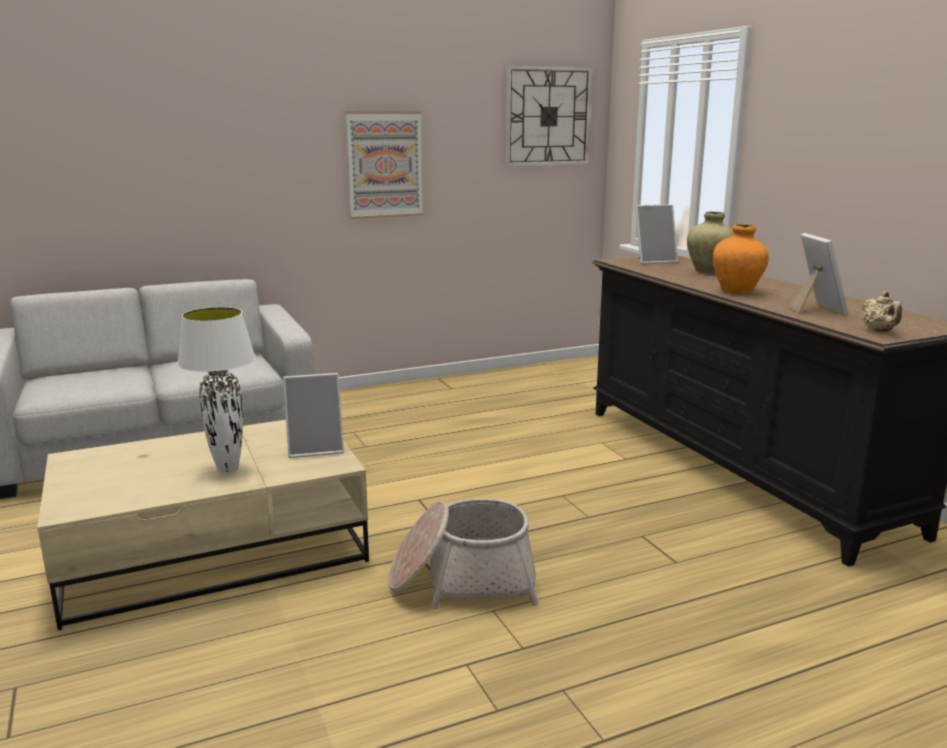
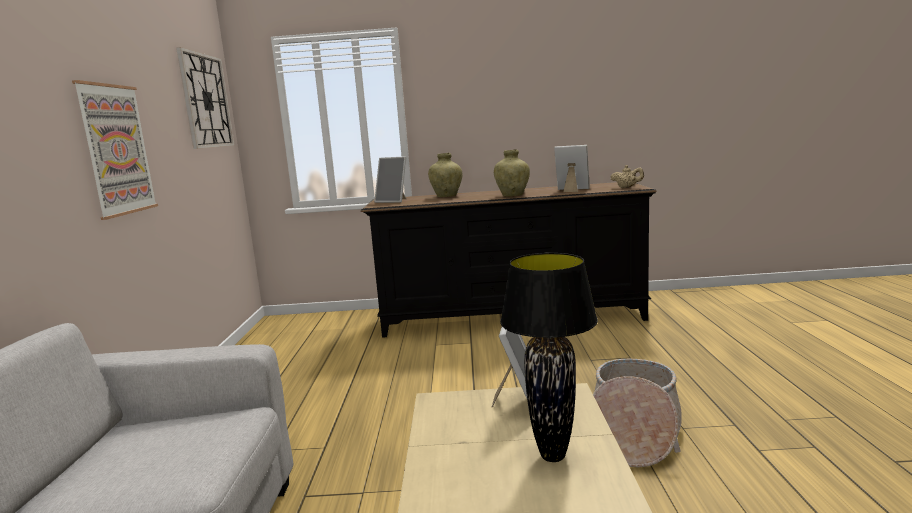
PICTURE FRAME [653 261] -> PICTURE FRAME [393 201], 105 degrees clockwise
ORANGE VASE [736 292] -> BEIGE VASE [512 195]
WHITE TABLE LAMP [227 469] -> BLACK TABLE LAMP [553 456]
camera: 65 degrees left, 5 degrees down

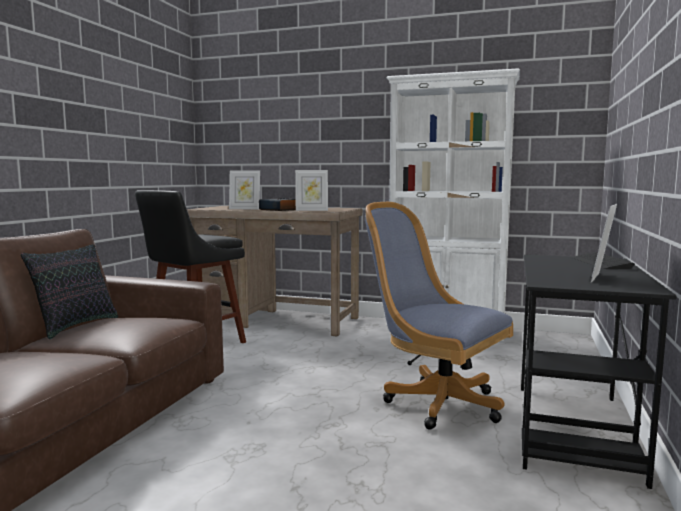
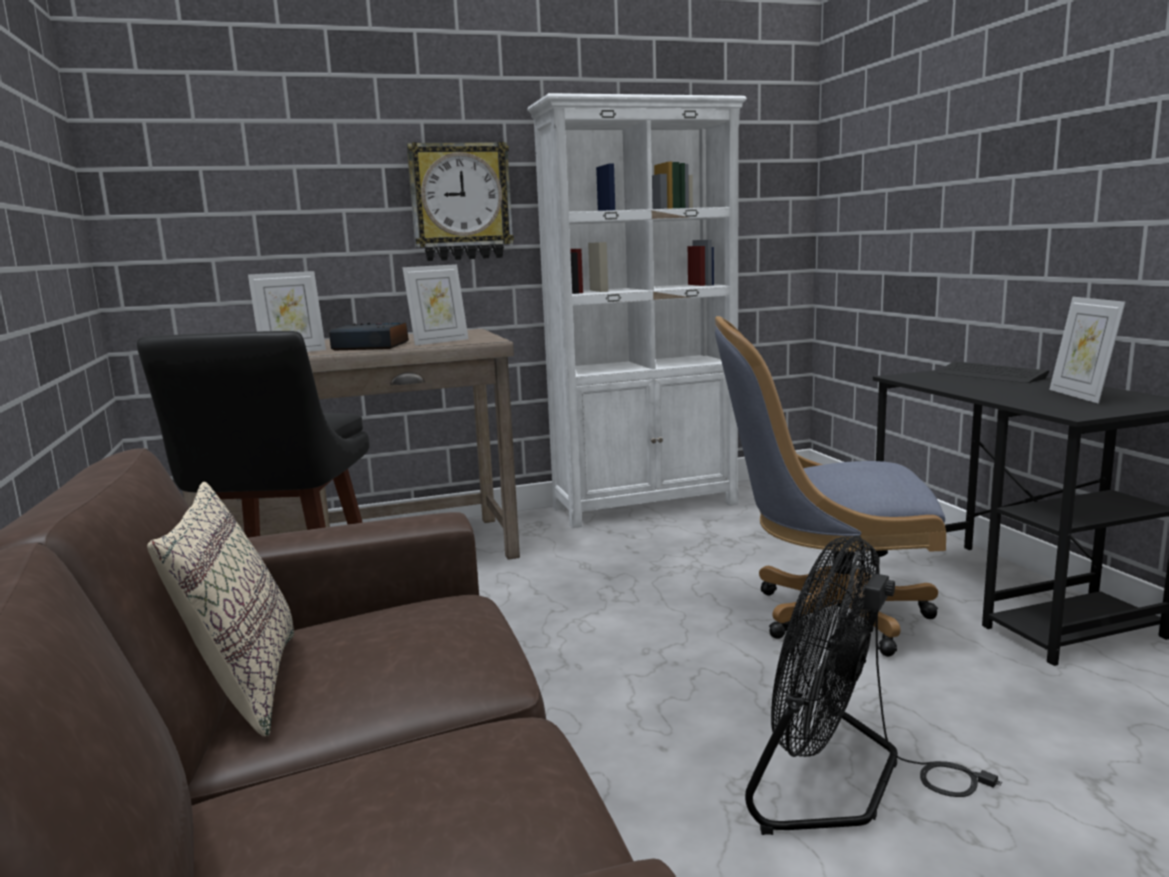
BLACK PILLOW [76 326] -> BEIGE PILLOW [248 686]
none -> WALL CLOCK [460 202]
none -> BLACK FAN [850 775]
camera: 35 degrees left, 5 degrees up

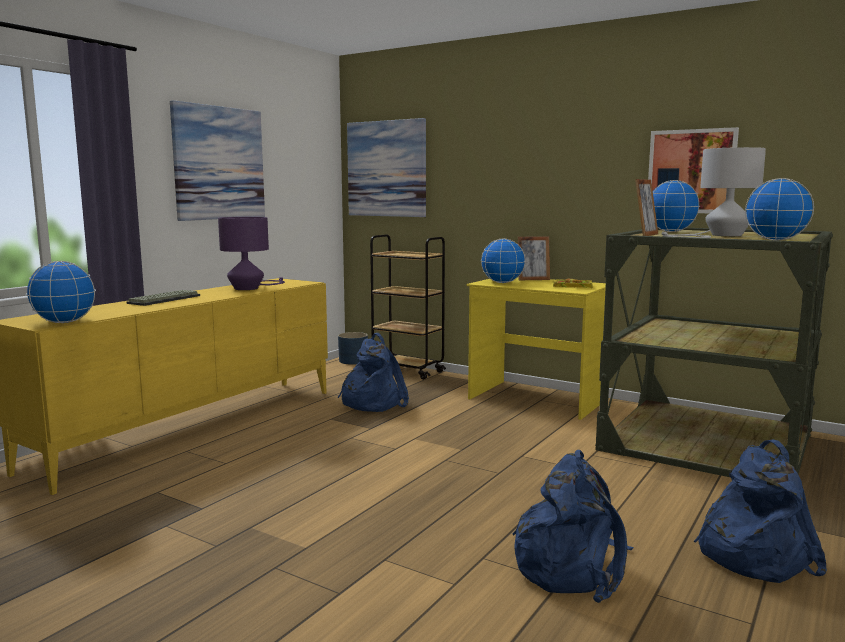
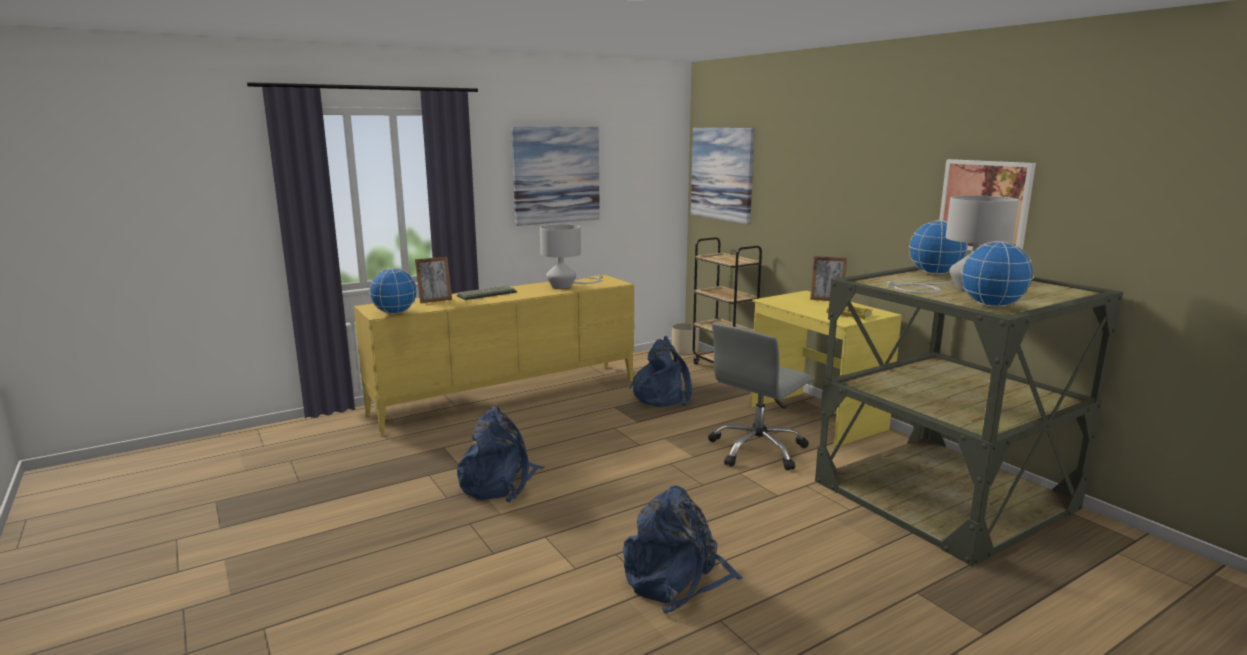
PICTURE FRAME [645 235] -> PICTURE FRAME [435 300], move
BLUE BACKPACK [751 554] -> BLUE BACKPACK [499 483], move
PURPLE TABLE LAMP [255 286] -> GREY TABLE LAMP [571 284]
BLUE PLANTER [353 361] -> BEIGE PLANTER [685 350]
none -> GREY OFFICE CHAIR [757 450]
GLOBE [502 283] -> none
camera: 25 degrees right, 5 degrees up

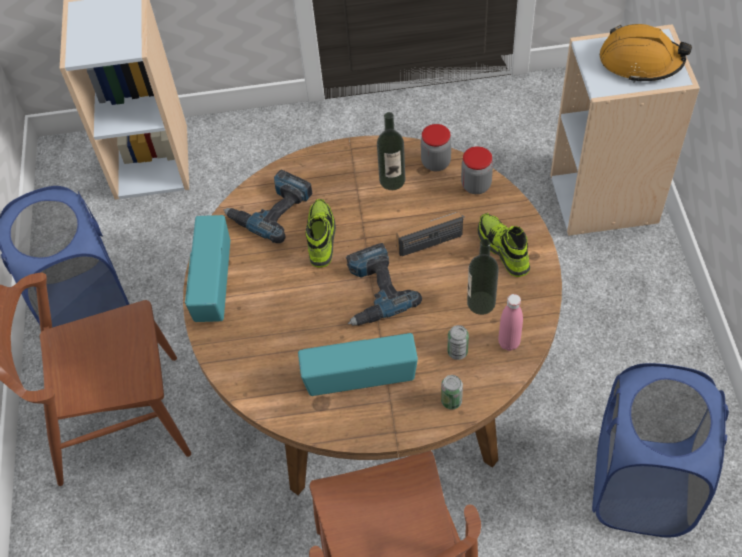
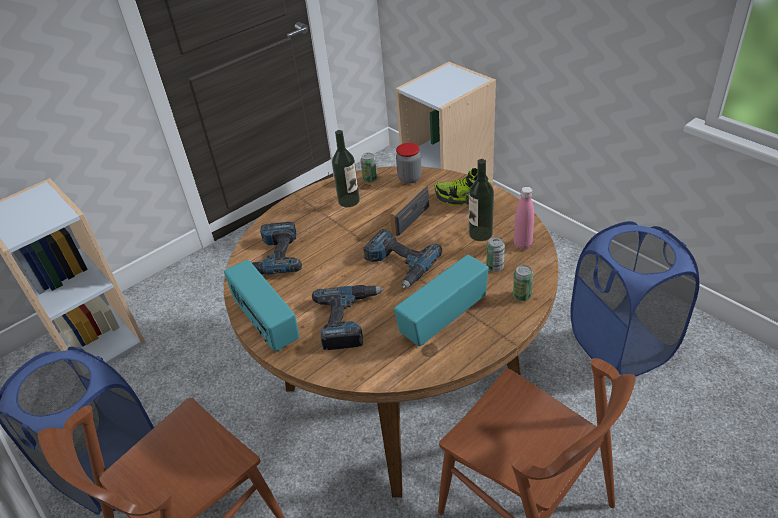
none -> POWER DRILL [349 320]
JAR [436 162] -> CAN [370 179]
SHOE [320 238] -> none
ORANGE HARD HAT [640 61] -> none
camera: 35 degrees left, 15 degrees down

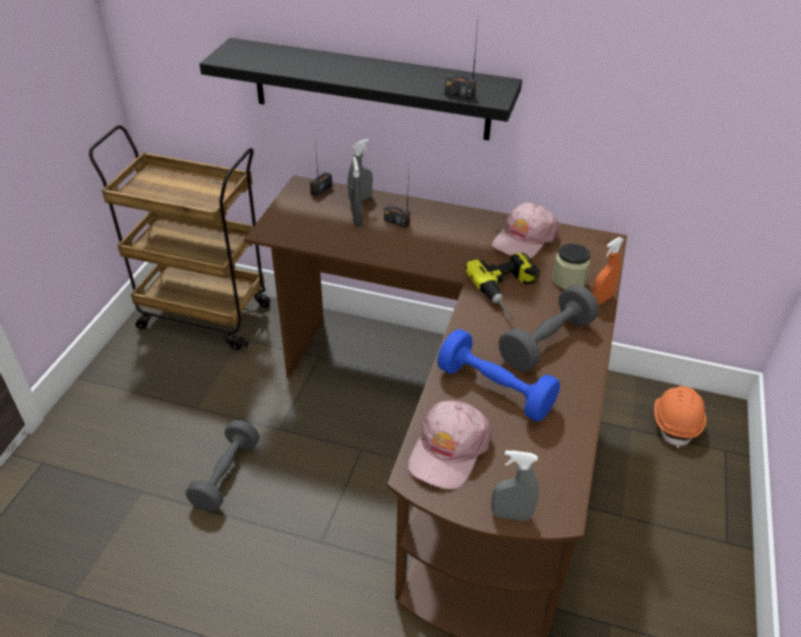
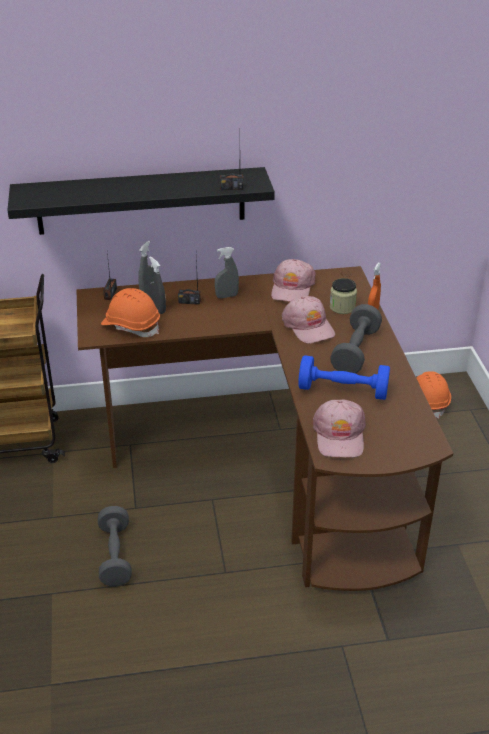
none -> ORANGE HARD HAT [131 326]
GREY SPRAY BOTTLE [511 515] -> GREY SPRAY BOTTLE [226 296], move
POWER DRILL [510 291] -> PINK CAP [308 326]
camera: 25 degrees left, 5 degrees down

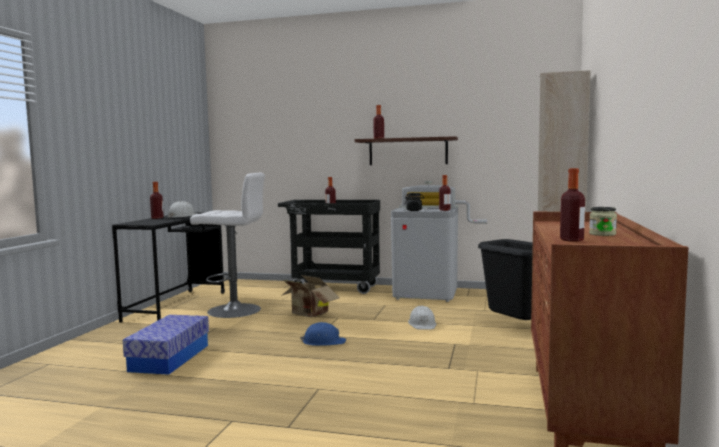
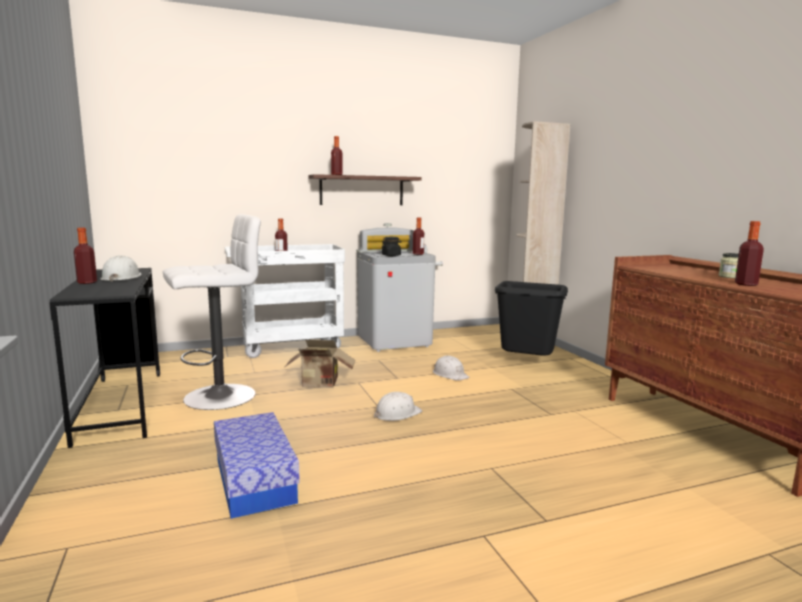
BLACK CART [332 288] -> WHITE CART [287 349]
BLUE HARD HAT [323 342] -> WHITE HARD HAT [397 413]
camera: 35 degrees left, 5 degrees up

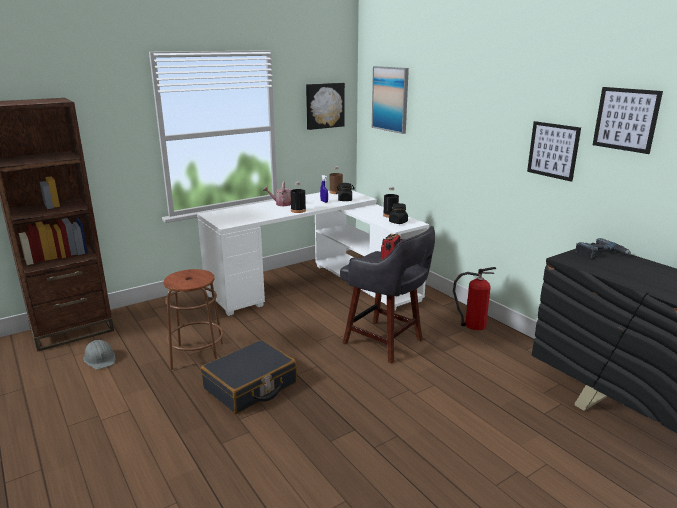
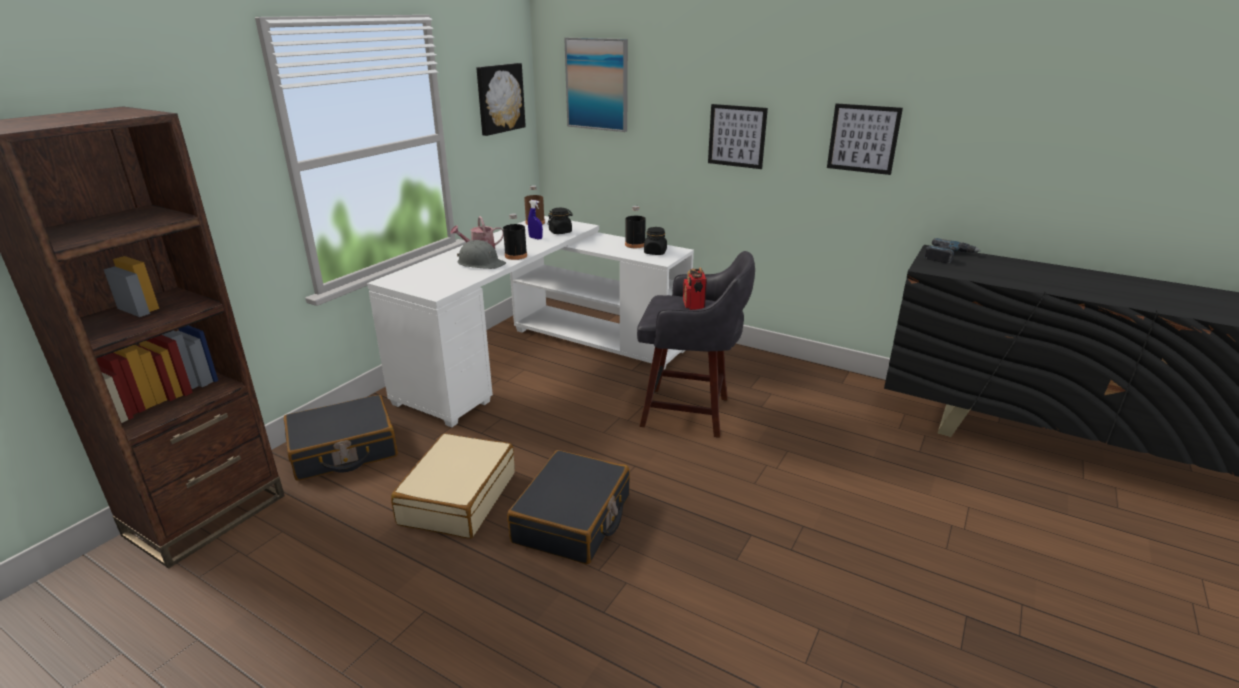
none -> BLACK SUITCASE [344 450]
BROWN STOOL [197 356] -> BEIGE SUITCASE [458 498]
GREY HARD HAT [100 359] -> GREY HARD HAT [480 263], move
PICTURE [626 119] -> PICTURE [737 136], move
FIRE EXTINGUISHER [473 325] -> none
camera: 25 degrees left, 5 degrees up

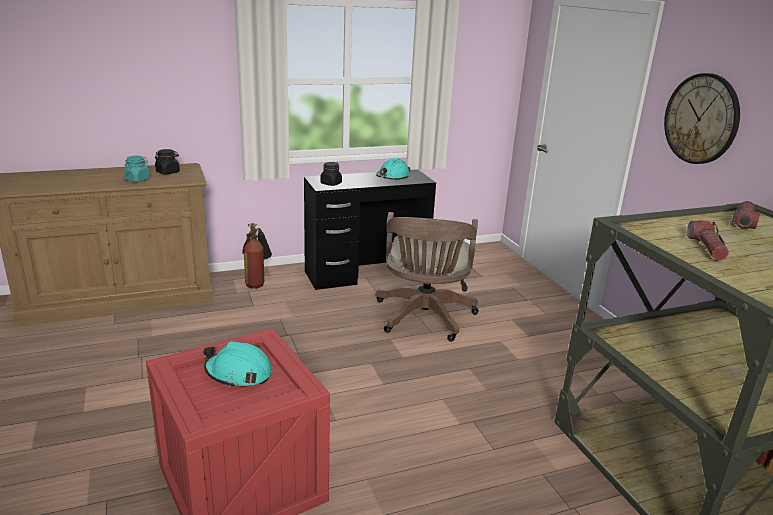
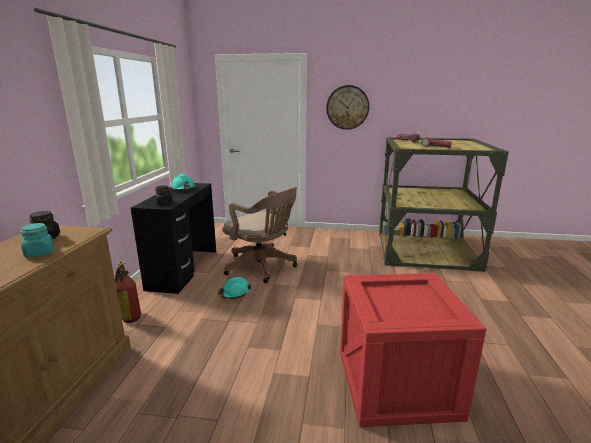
TURQUOISE HARD HAT [239 373] -> TURQUOISE HARD HAT [234 293], move
camera: 60 degrees left, 5 degrees down

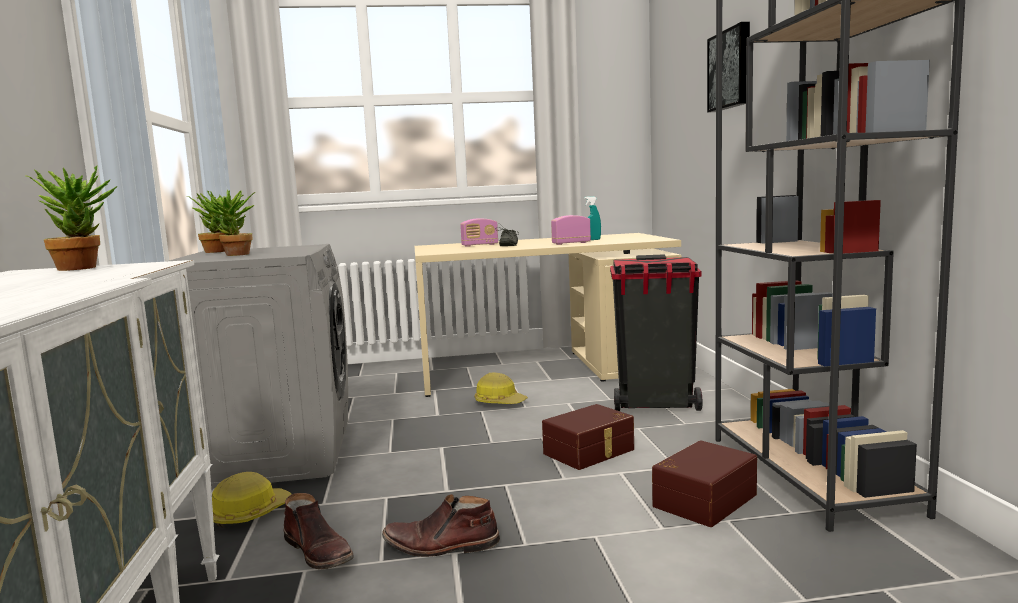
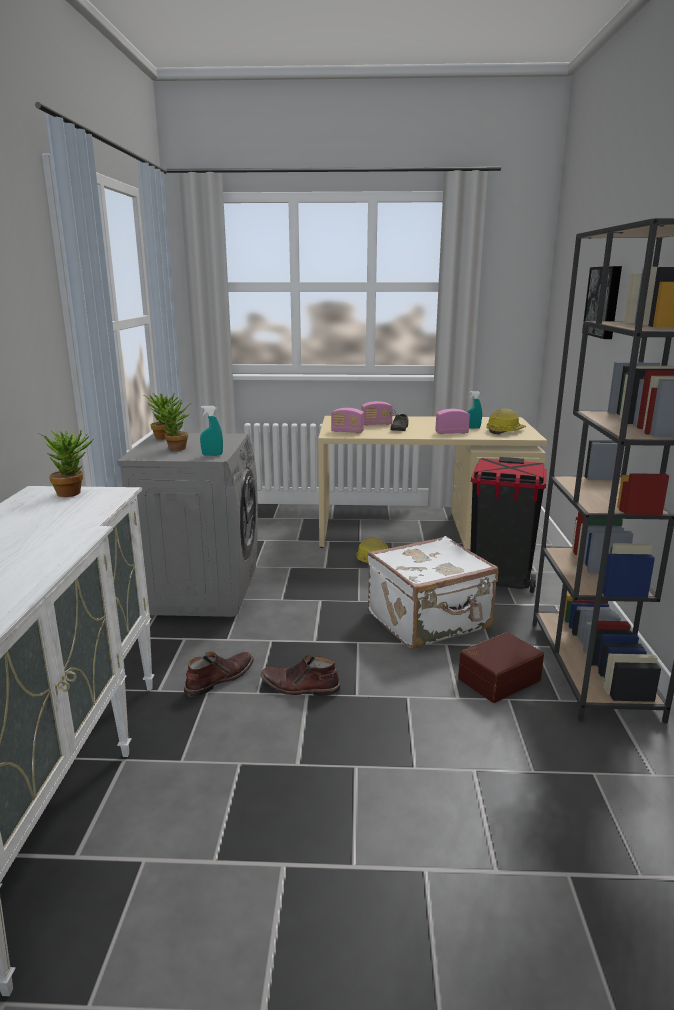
BROWN BOOT [319 552] -> BROWN BOOT [219 679], 105 degrees counterclockwise
none -> TURQUOISE SPRAY BOTTLE [212 455]
none -> RADIO [347 432]
BROWN STORAGE BOX [590 452] -> WHITE SUITCASE [430 621]
HARD HAT [250 513] -> HARD HAT [504 431], move
camera: 10 degrees right, 10 degrees up

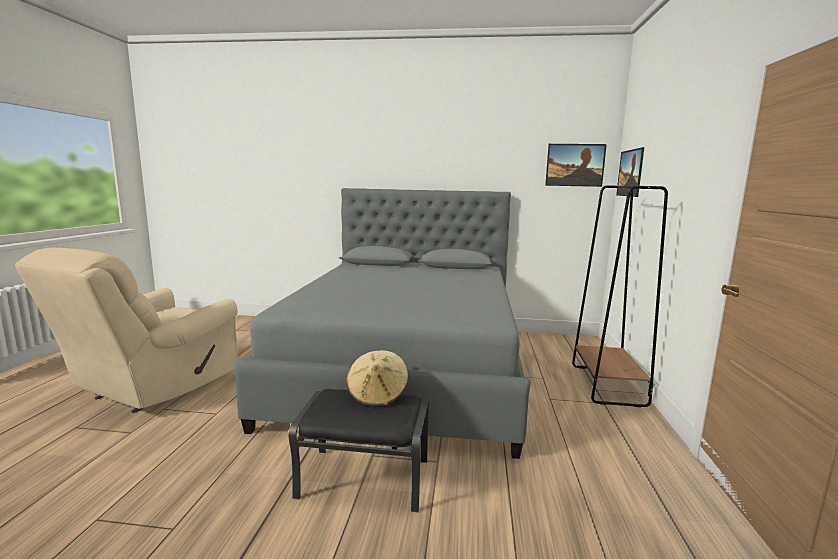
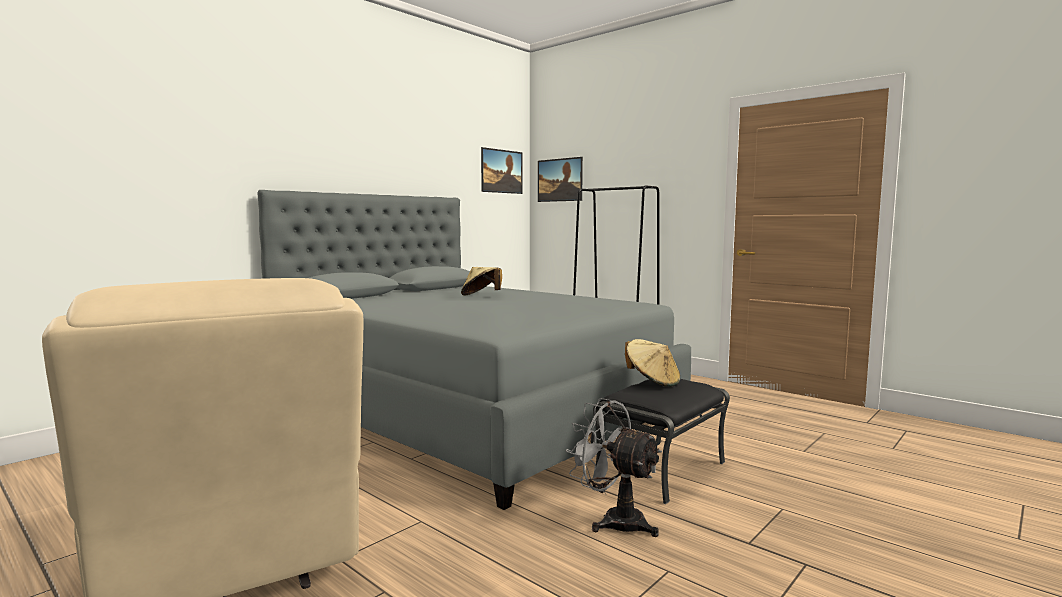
none -> BEIGE HAT [481 296]
none -> GREY FAN [614 520]
camera: 55 degrees left, 5 degrees down

